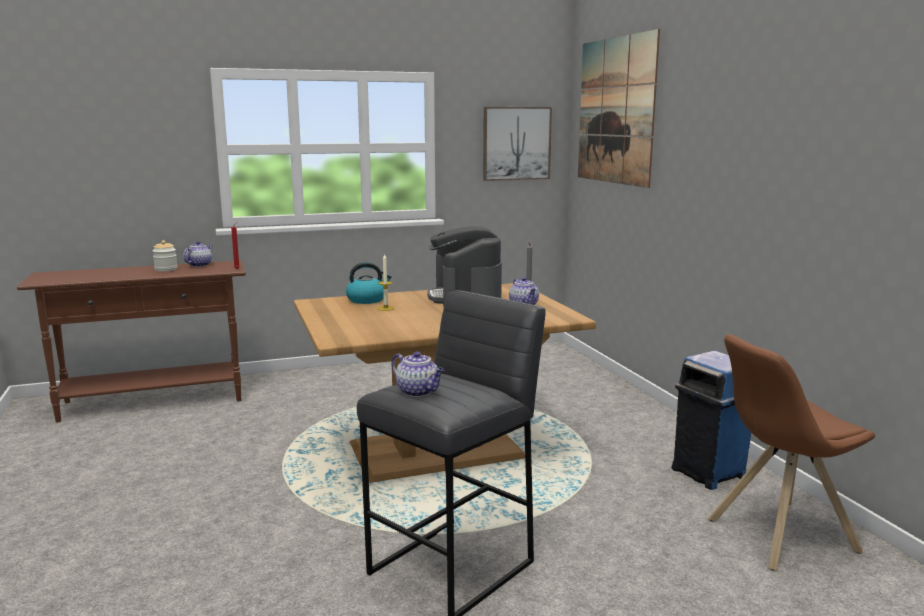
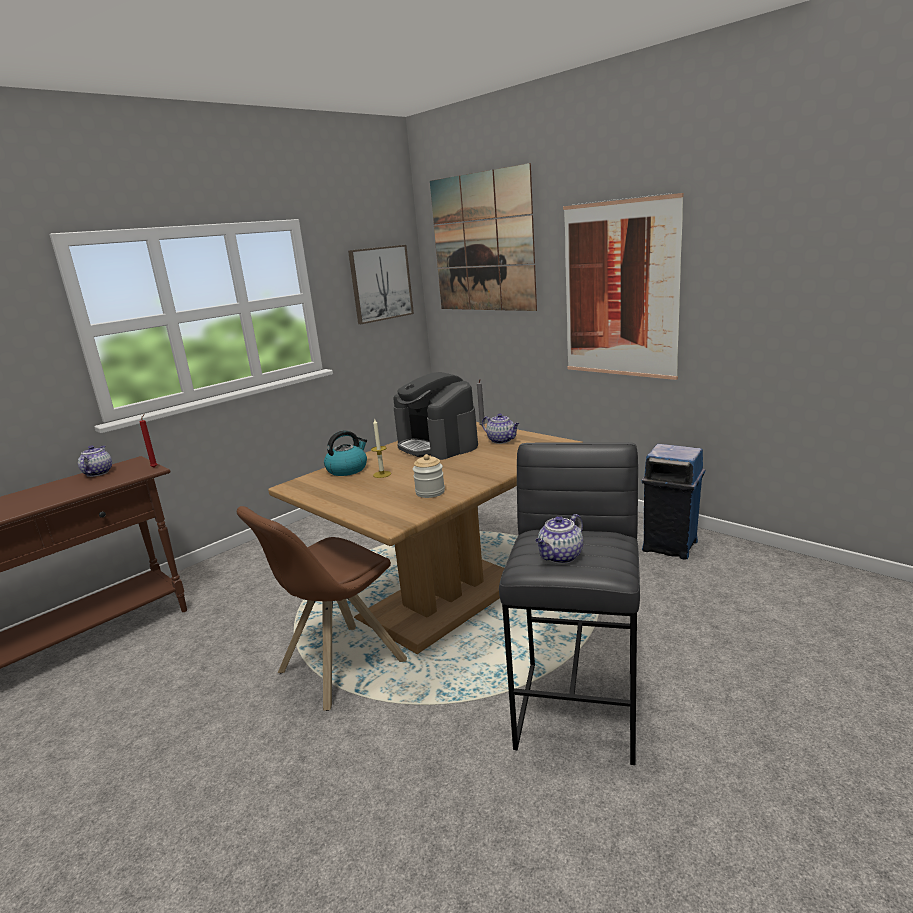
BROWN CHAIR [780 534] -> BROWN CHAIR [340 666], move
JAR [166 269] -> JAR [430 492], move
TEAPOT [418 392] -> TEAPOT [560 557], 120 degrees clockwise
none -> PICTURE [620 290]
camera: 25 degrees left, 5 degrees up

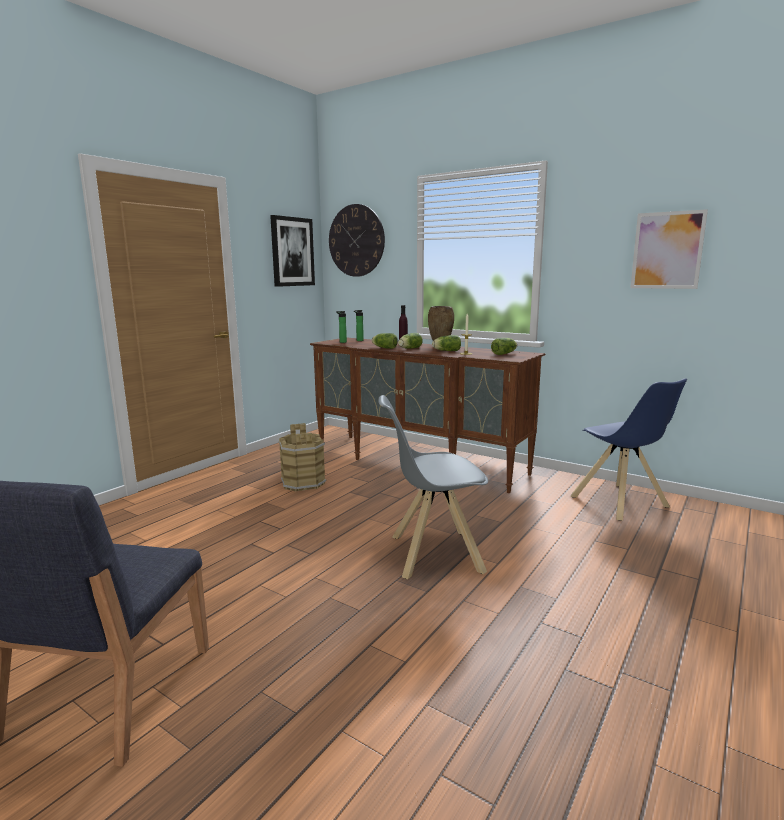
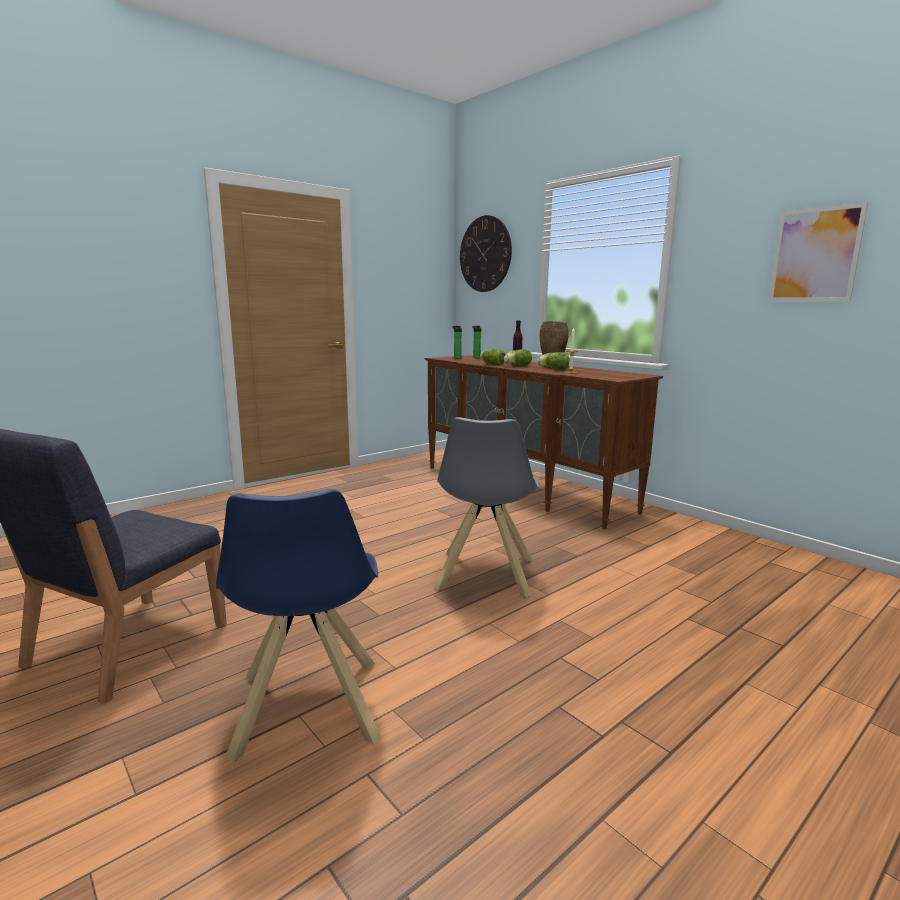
BLUE CHAIR [621 502] -> BLUE CHAIR [307 710], move
GREY CHAIR [432 553] -> GREY CHAIR [484 575], 90 degrees counterclockwise
PICTURE [292 252] -> none
BROWN BUCKET [303 482] -> none
LETTUCE [505 353] -> none
camera: 15 degrees right, 0 degrees up

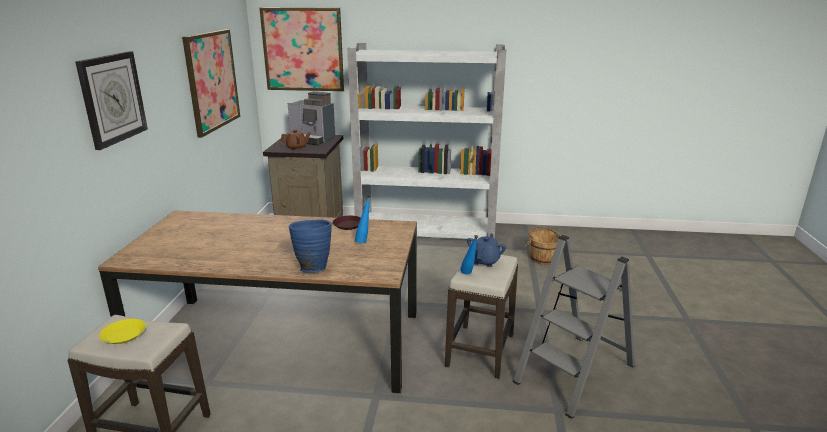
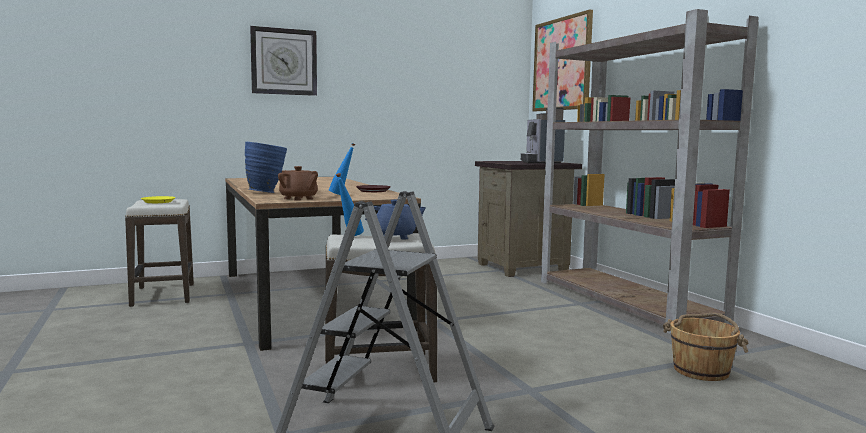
BROWN TEAPOT [296 148] -> BROWN TEAPOT [298 199], move
WHITE BOOKCASE [426 230] -> BROWN BOOKCASE [625 301]
PICTURE [212 81] -> none
camera: 60 degrees right, 15 degrees down

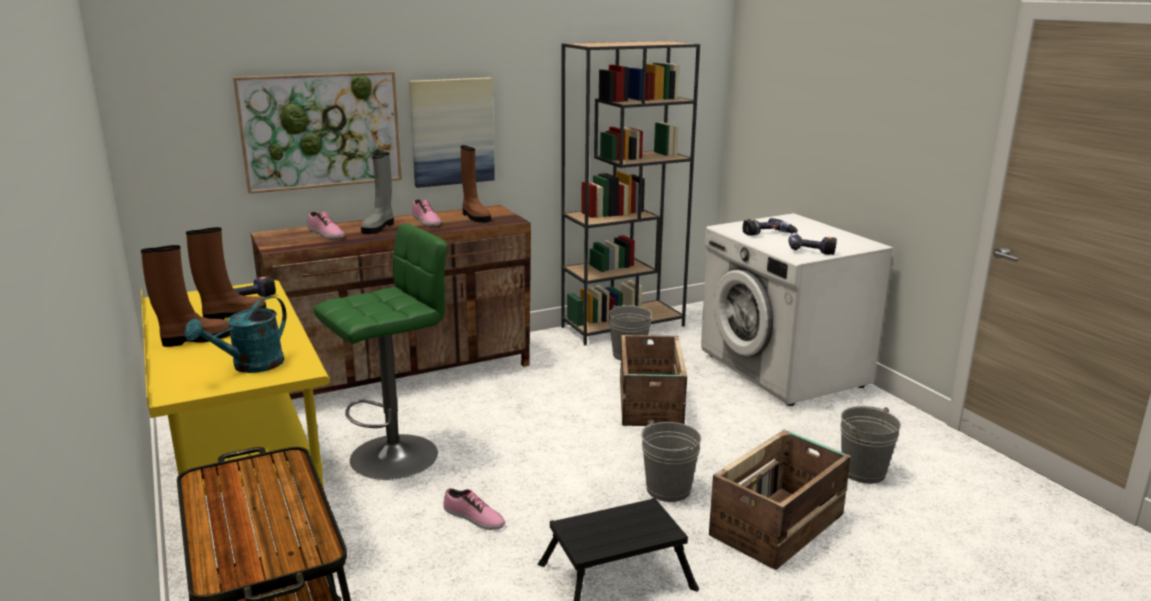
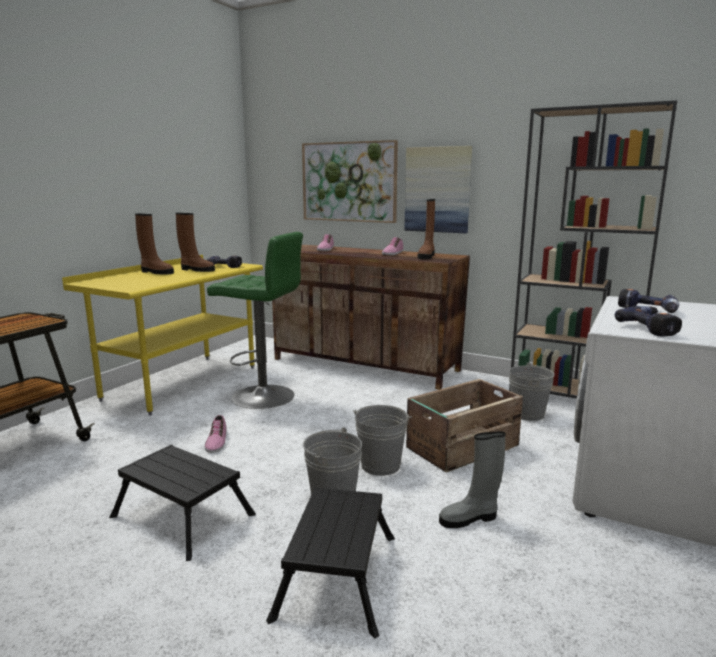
CRATE [779 525] -> BLACK STEP LADDER [336 576]
GREY BUCKET [863 472] -> GREY BUCKET [381 465], move
GREY BOOT [379 227] -> GREY BOOT [470 518], move
TURQUOISE WATERING CAN [250 366] -> none
camera: 55 degrees right, 5 degrees down

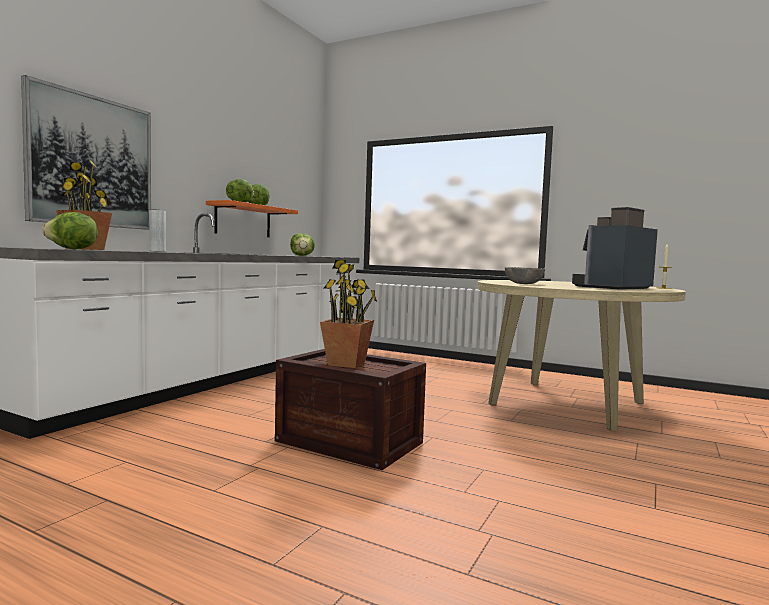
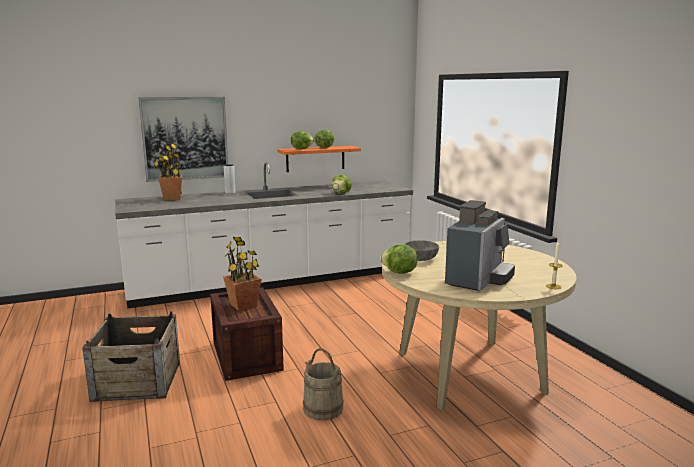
none -> CRATE [137 381]
none -> BEIGE BUCKET [323 408]
LETTUCE [72 249] -> LETTUCE [399 273], move
COFFEE MACHINE [613 287] -> COFFEE MACHINE [478 279], 120 degrees clockwise
camera: 40 degrees right, 10 degrees up

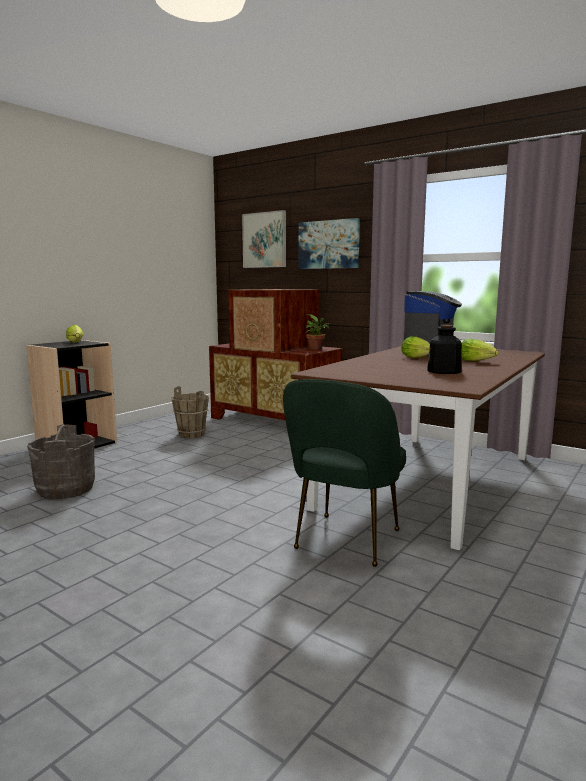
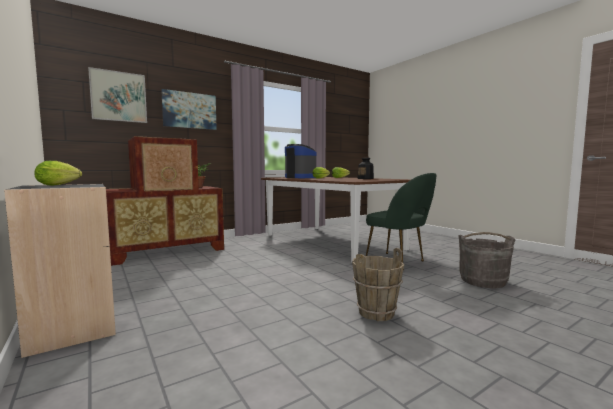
BROWN BUCKET [192 434] -> BROWN BUCKET [376 313], move
GREY BUCKET [65 489] -> GREY BUCKET [483 281], move
camera: 70 degrees left, 5 degrees down

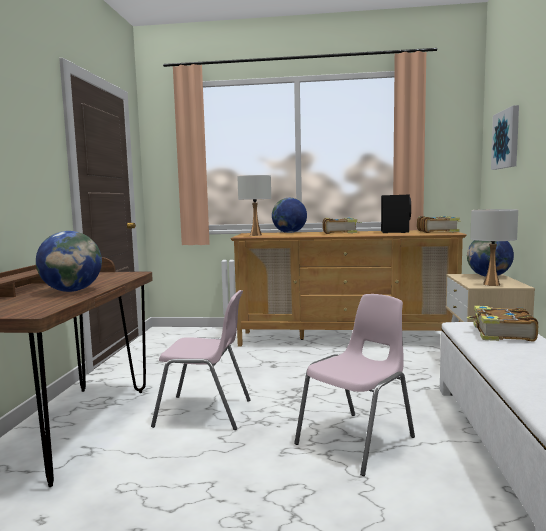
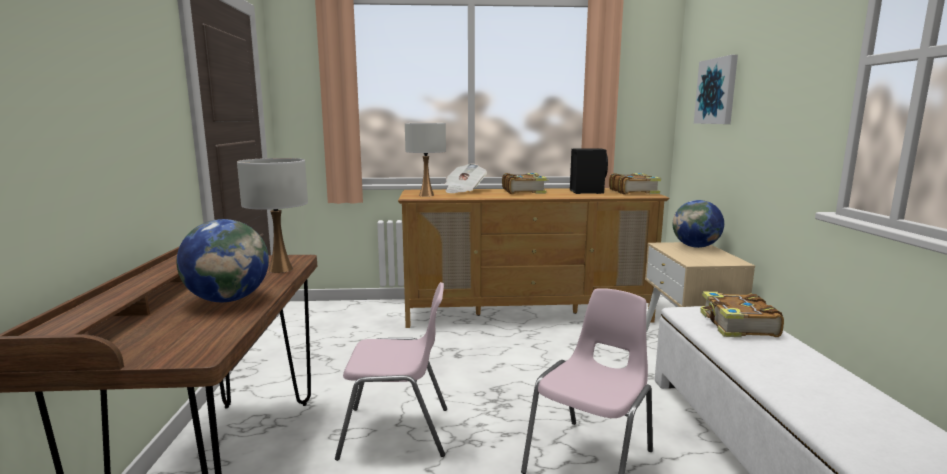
WHITE TABLE LAMP [491 284] -> WHITE TABLE LAMP [280 269], move
GLOBE [289 233] -> NEWSPAPER [463 190]
camera: 10 degrees left, 5 degrees up

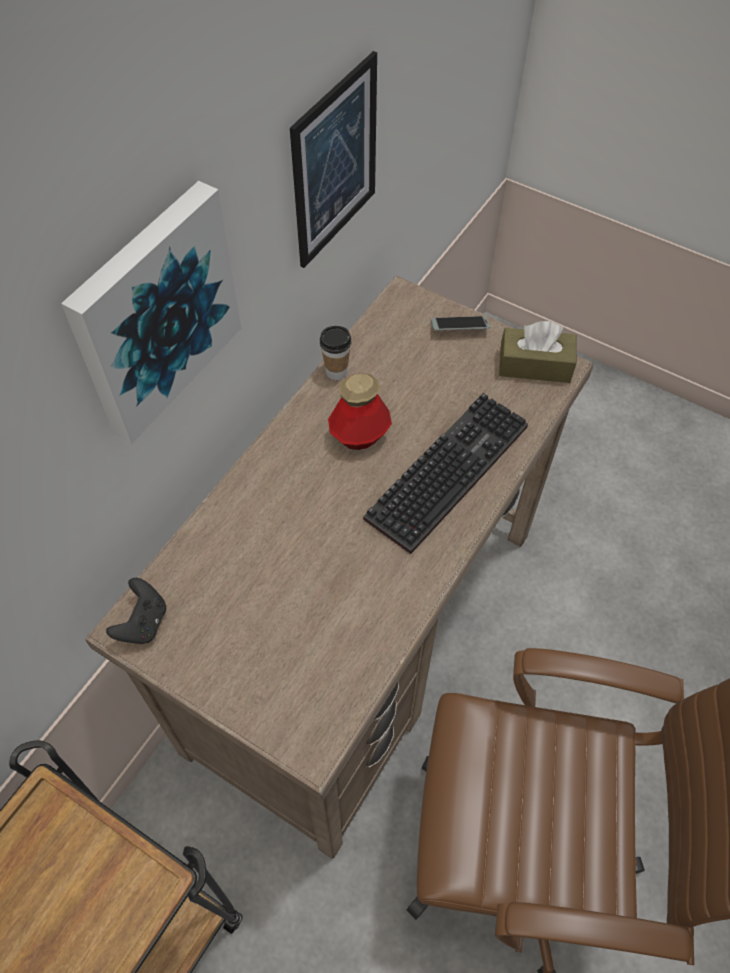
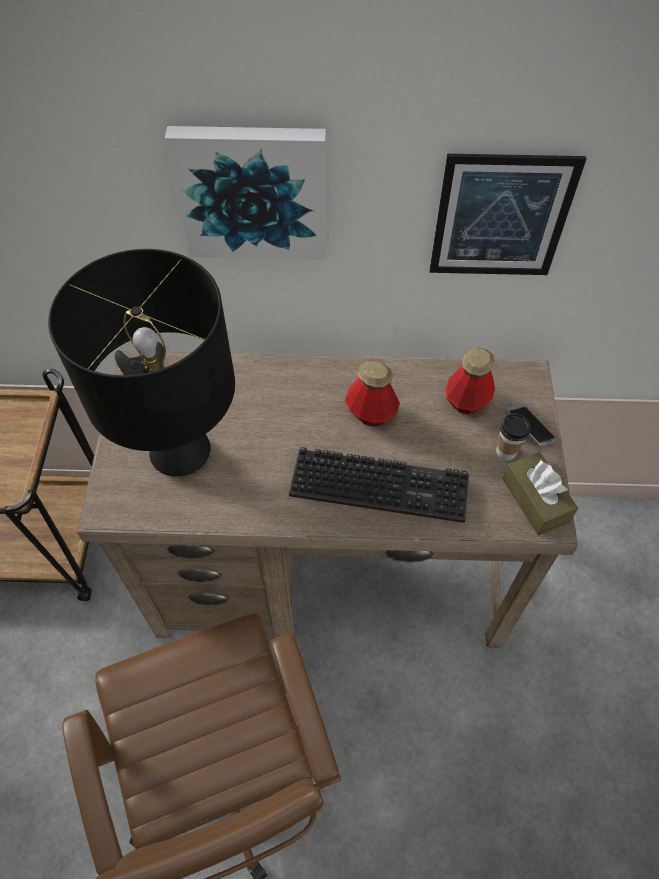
none -> BLACK TABLE LAMP [181 454]
none -> BOTTLE [467 401]
CUP [336 372] -> CUP [506 452], move
camera: 60 degrees right, 0 degrees up

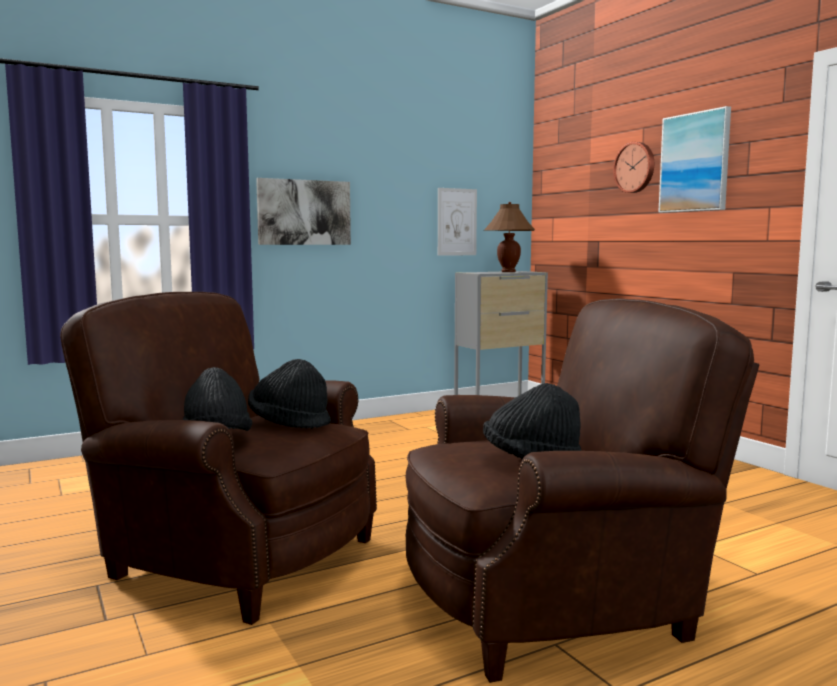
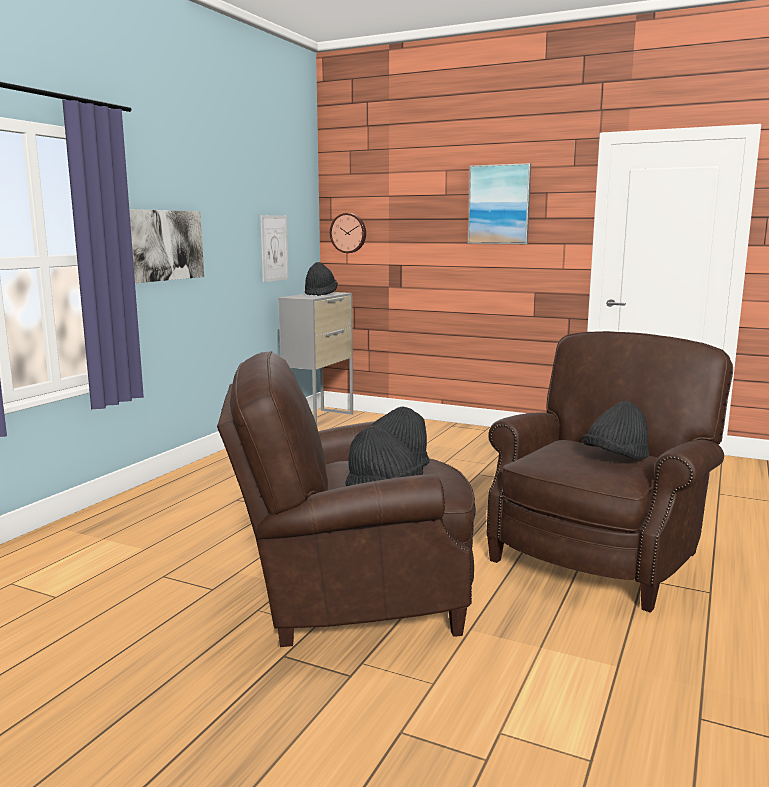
BROWN TABLE LAMP [508 272] -> BLACK HAT [320 294]
WALL CLOCK [635 167] -> WALL CLOCK [348 233], move
camera: 35 degrees left, 5 degrees up

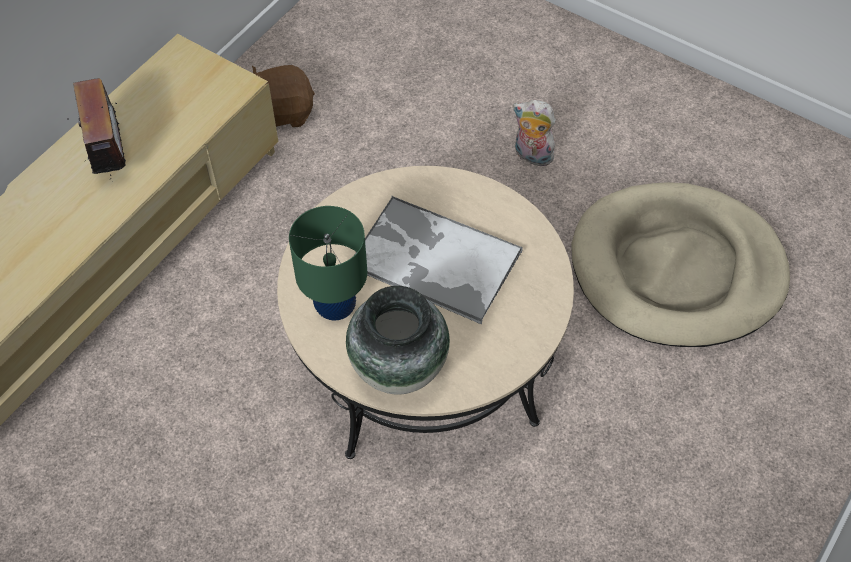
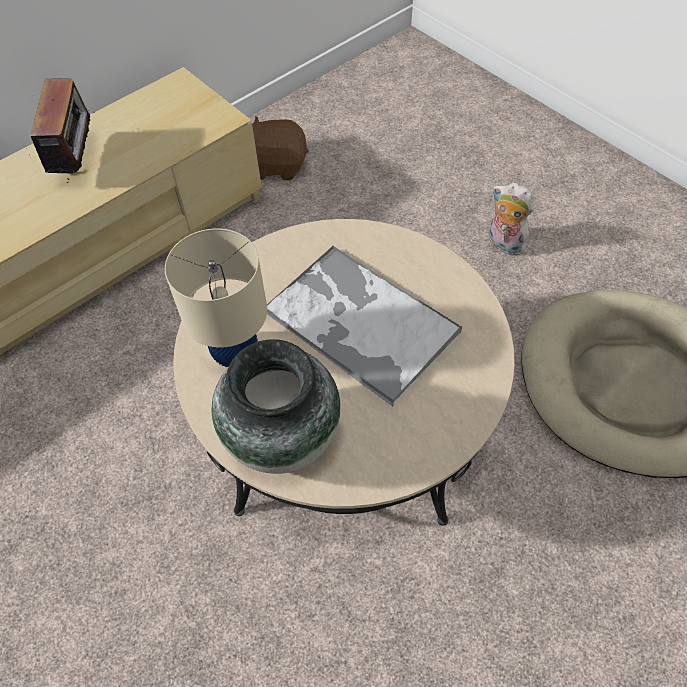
GREEN TABLE LAMP [334 306] -> BEIGE TABLE LAMP [234 351]
camera: 15 degrees right, 0 degrees up

